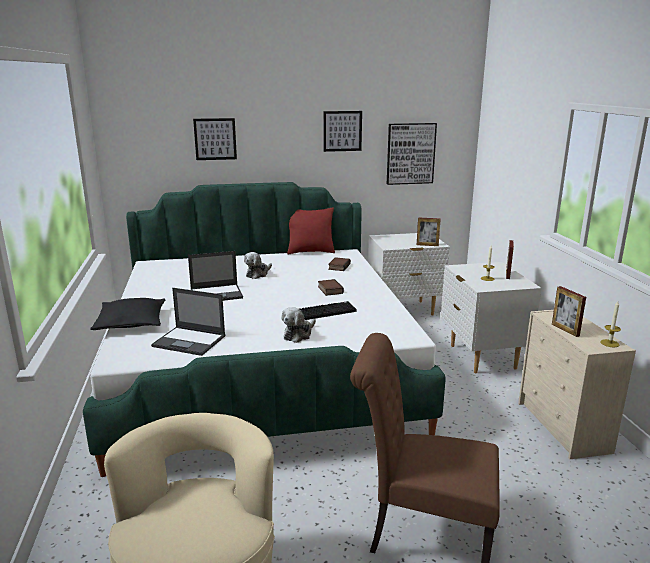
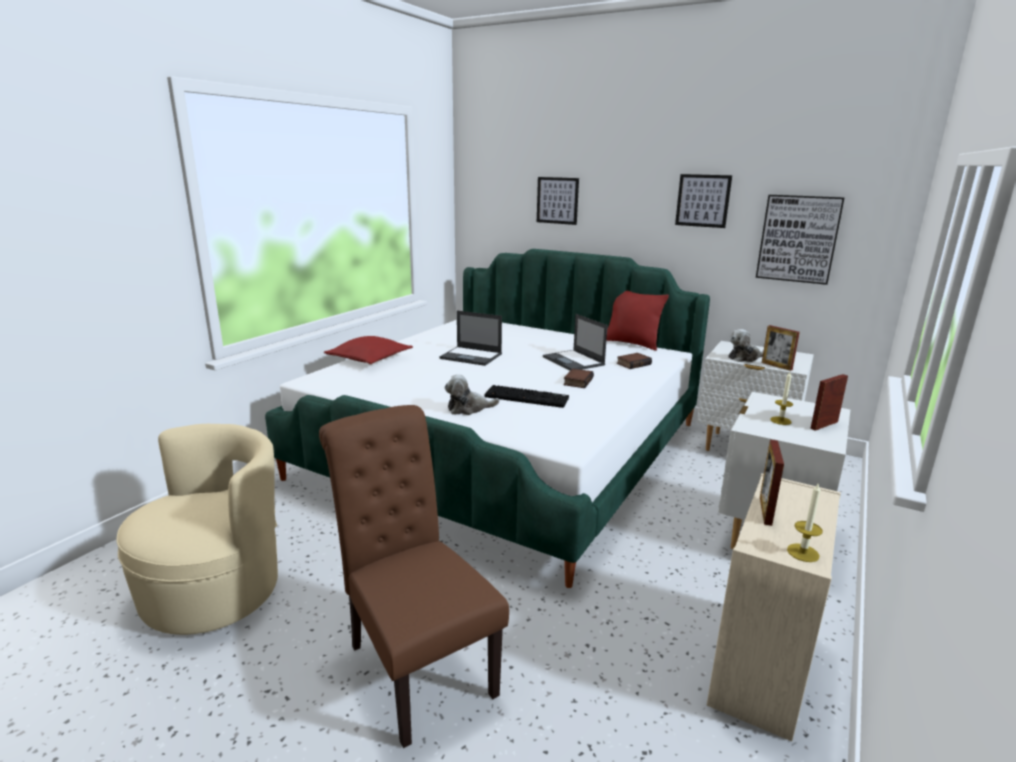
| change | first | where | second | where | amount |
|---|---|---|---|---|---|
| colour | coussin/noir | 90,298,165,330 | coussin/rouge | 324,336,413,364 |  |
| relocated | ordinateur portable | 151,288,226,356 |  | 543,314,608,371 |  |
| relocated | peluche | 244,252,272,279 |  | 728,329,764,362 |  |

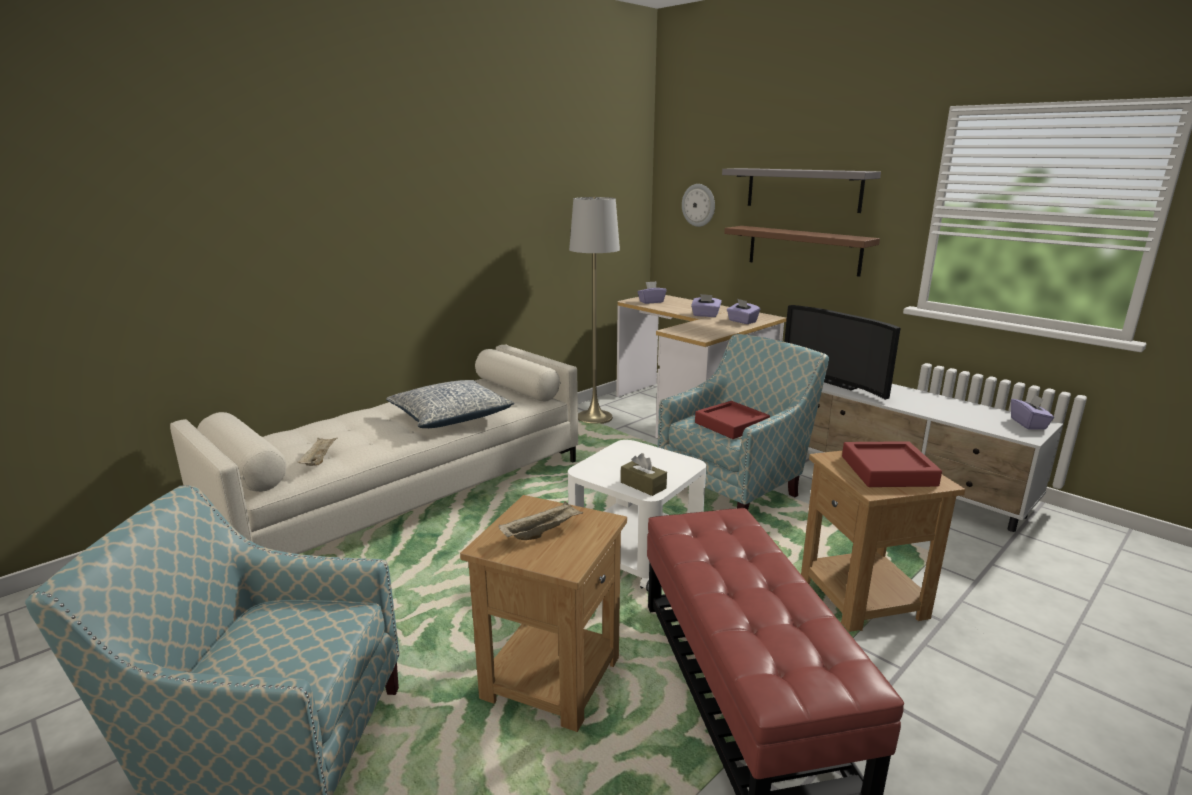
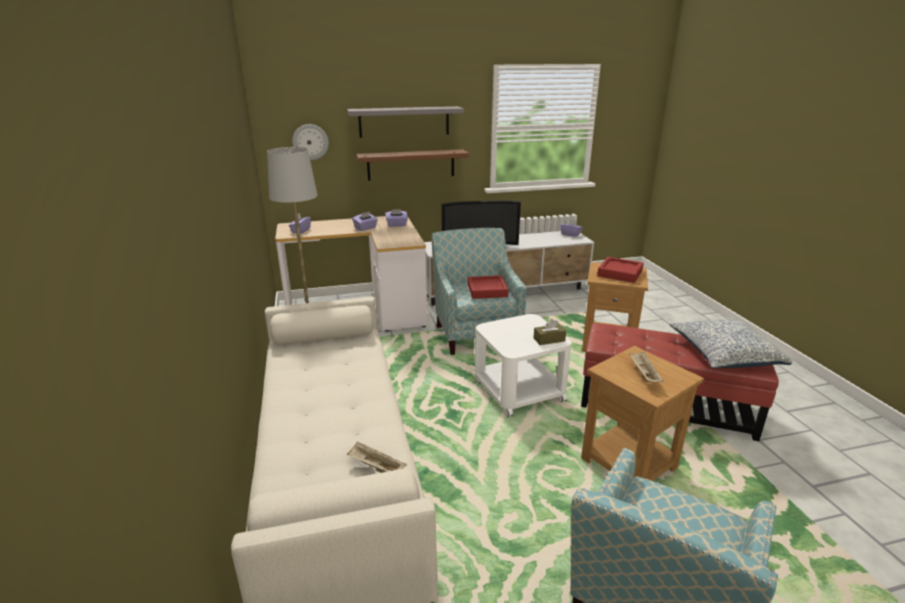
| change | first | where | second | where | amount |
|---|---|---|---|---|---|
| relocated | coussin | 386,380,514,428 |  | 669,319,792,368 |  |

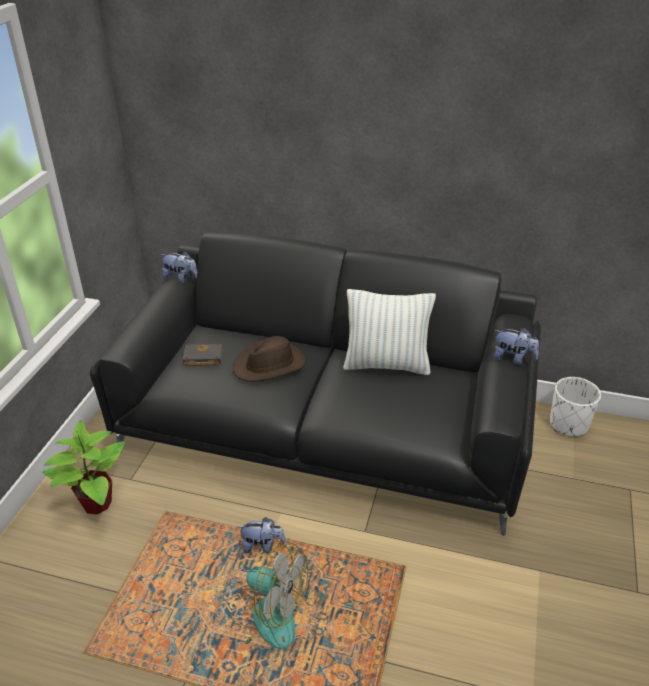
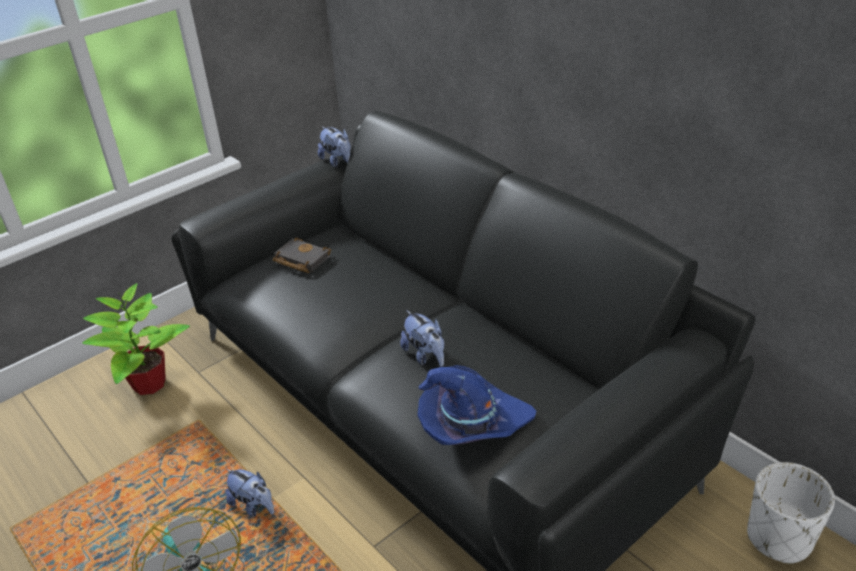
| change | first | where | second | where | amount |
|---|---|---|---|---|---|
| missing | chapeau/marron | 233,336,306,382 |  |  |  |
| missing | coussin | 343,289,436,375 |  |  |  |
| relocated | peluche | 494,328,539,365 |  | 400,310,444,367 |  |
| appeared |  |  | chapeau/bleu | 418,365,536,445 |  |

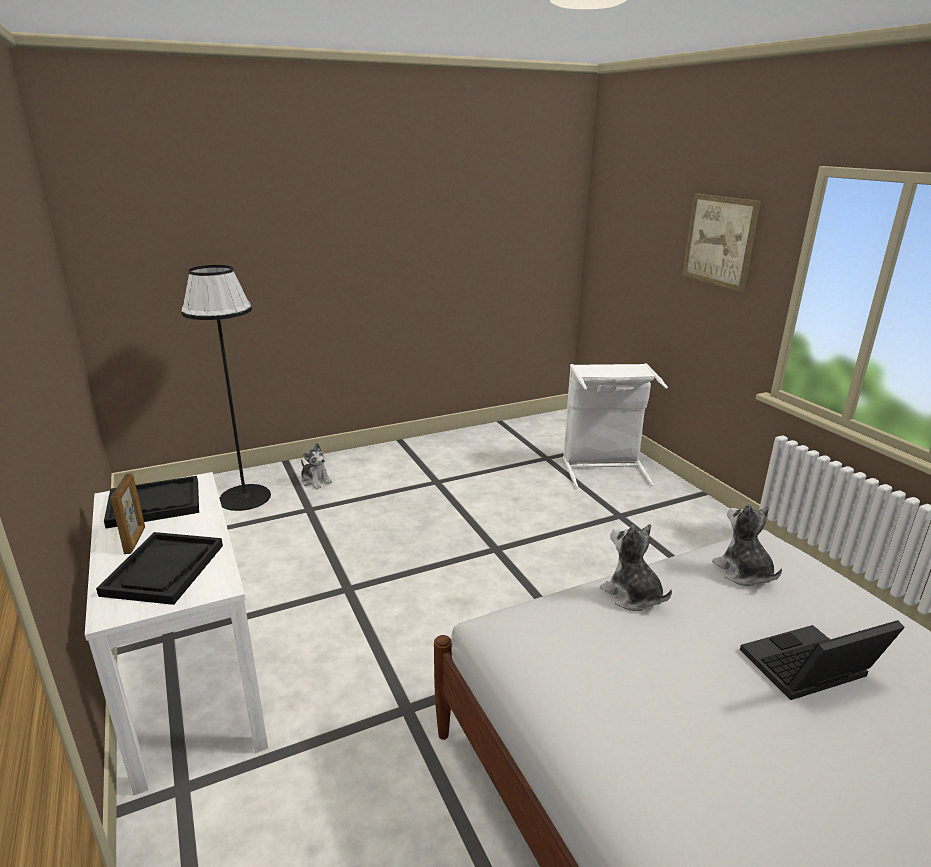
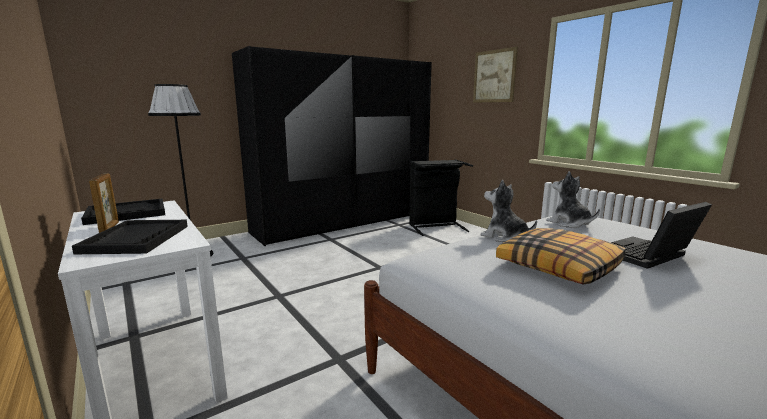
| change | first | where | second | where | amount |
|---|---|---|---|---|---|
| missing | peluche | 301,443,332,489 |  |  |  |
| colour | panier à linge/blanc | 563,363,668,488 | panier à linge/noir | 409,159,473,236 |  |
| appeared |  |  | armoire/noir | 232,46,432,246 |  |
| appeared |  |  | coussin | 496,228,626,284 |  |

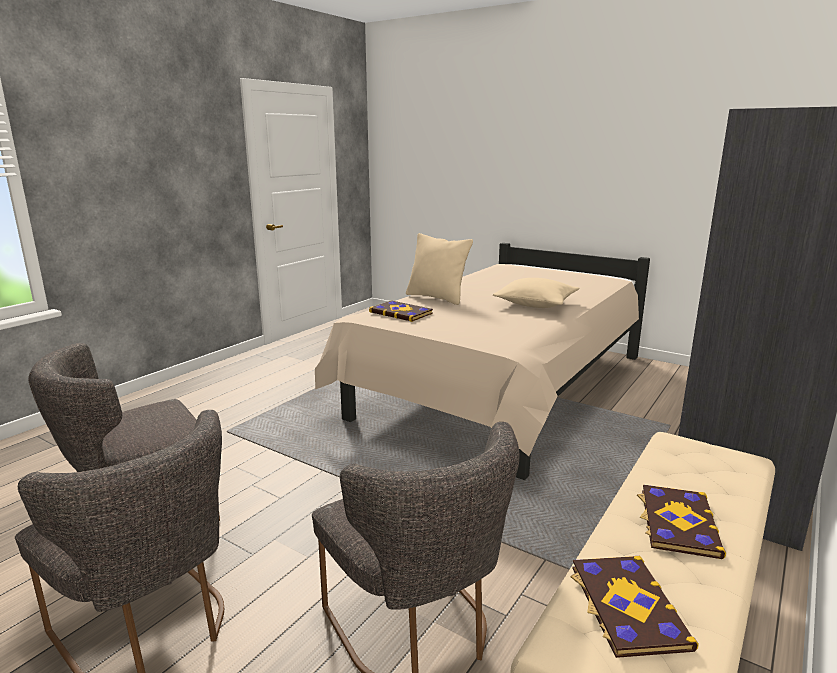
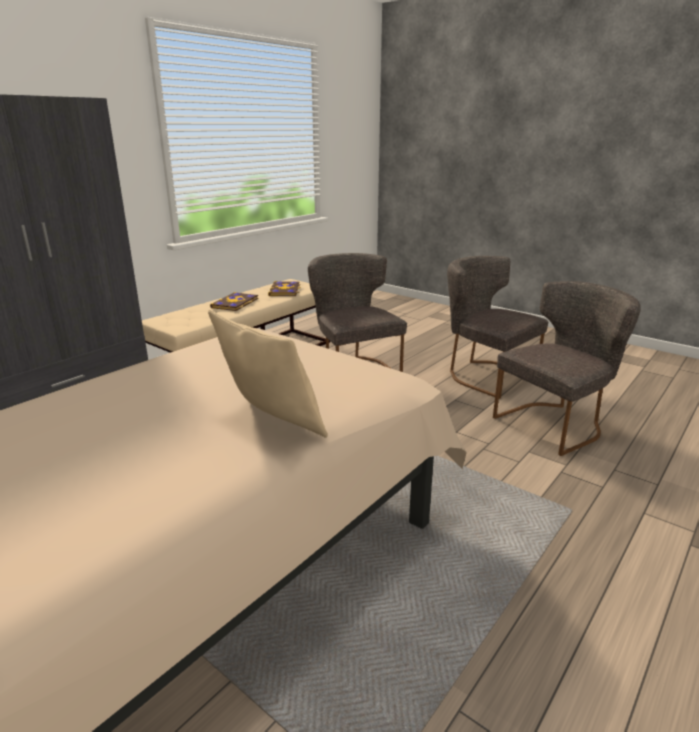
| change | first | where | second | where | amount |
|---|---|---|---|---|---|
| missing | livre | 369,300,433,322 |  |  |  |
| missing | coussin/beige | 493,278,579,308 |  |  |  |

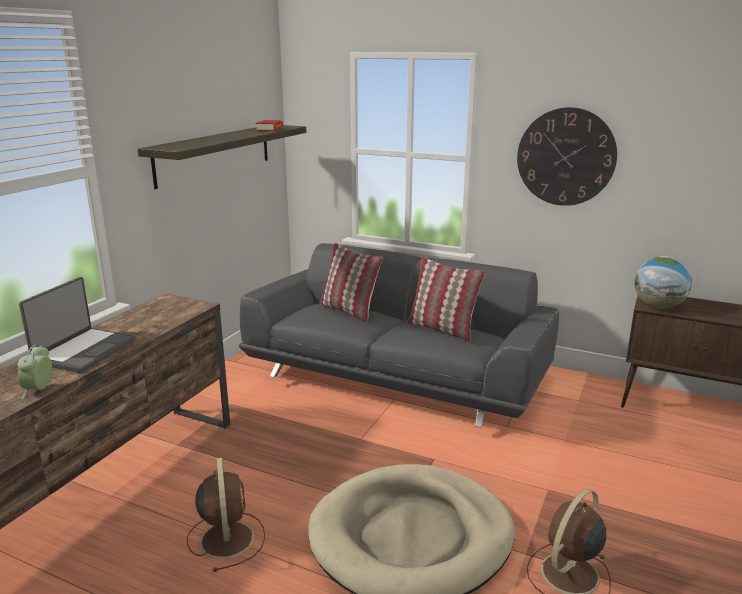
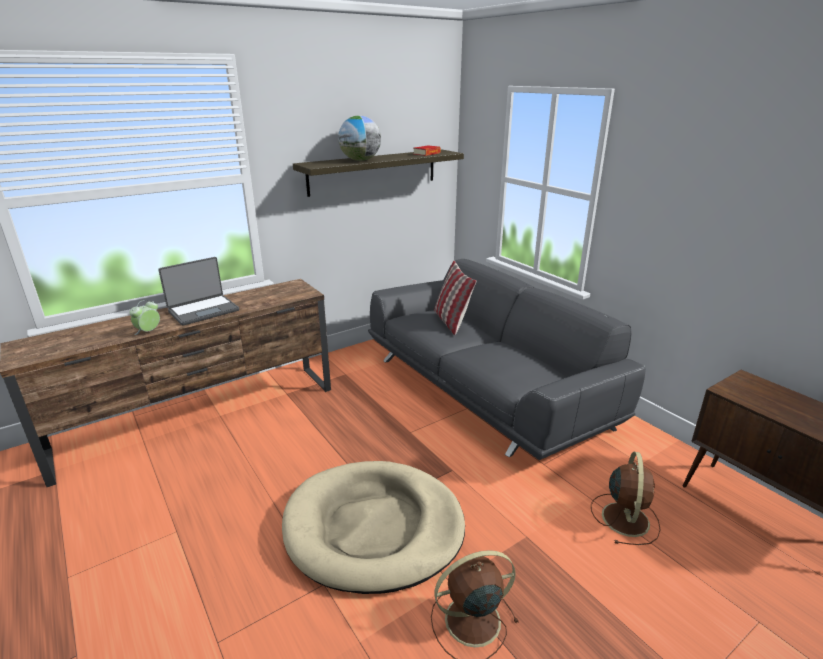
| change | first | where | second | where | amount |
|---|---|---|---|---|---|
| relocated | ventilateur/marron | 187,458,265,572 |  | 591,452,660,545 |  |
| missing | coussin | 407,257,485,341 |  |  |  |
| missing | horloge murale | 517,107,617,206 |  |  |  |
| relocated | globe | 634,256,692,309 |  | 338,116,381,161 |  |

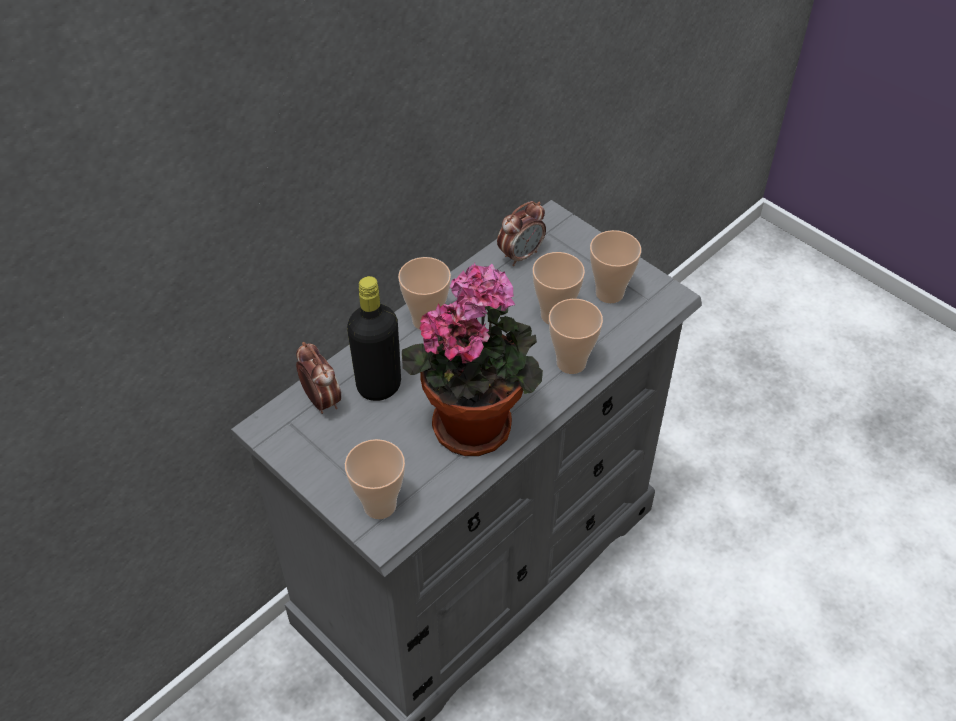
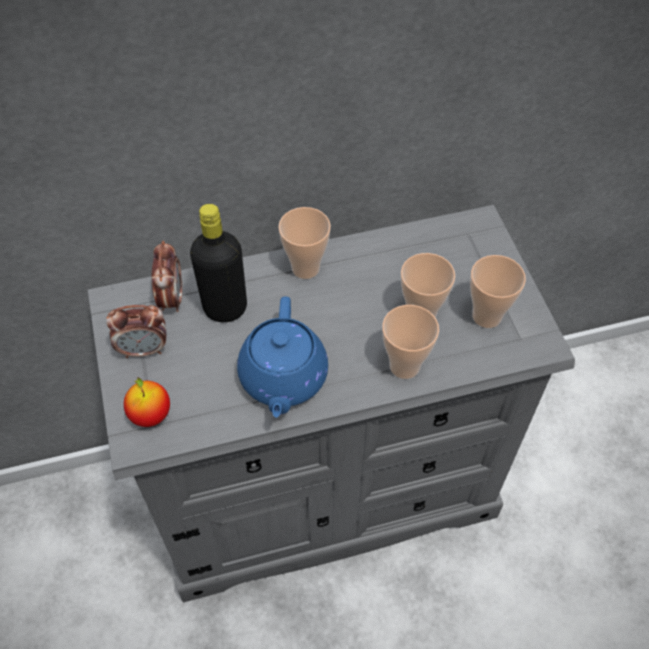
| change | first | where | second | where | amount |
|---|---|---|---|---|---|
| exchanged | tasse | 345,439,405,519 | pomme | 124,378,170,427 |  |
| exchanged | plante en pot | 402,263,543,456 | théière/bleu | 237,296,328,418 |  |
| relocated | réveil | 497,201,546,266 |  | 106,305,167,358 |  |

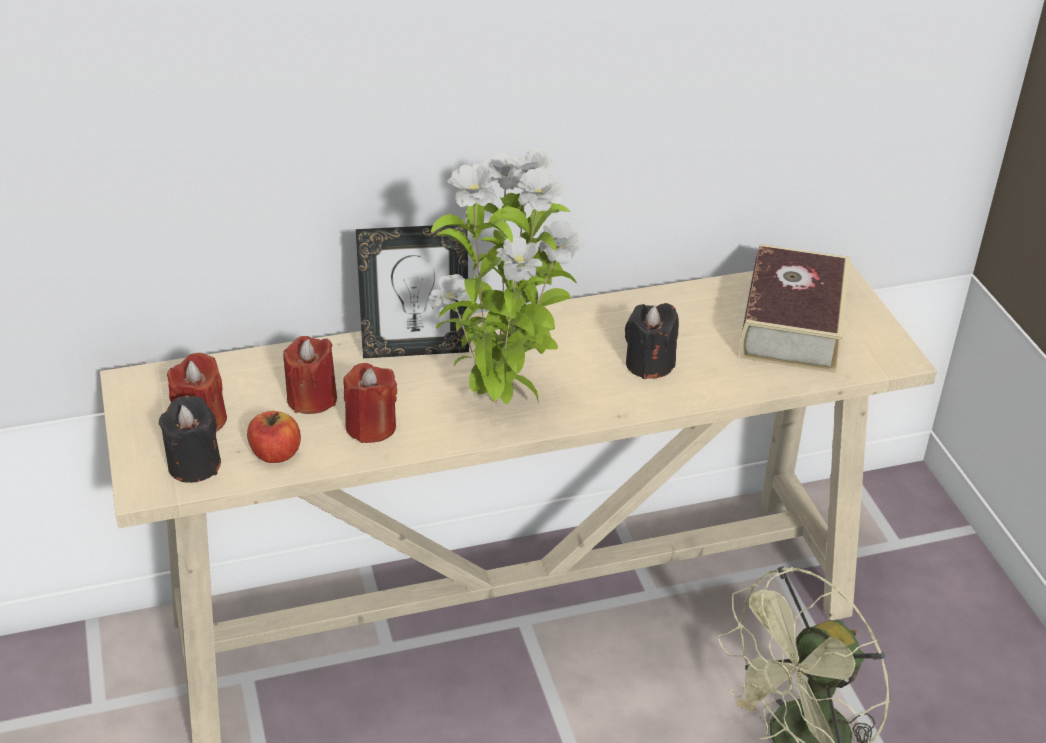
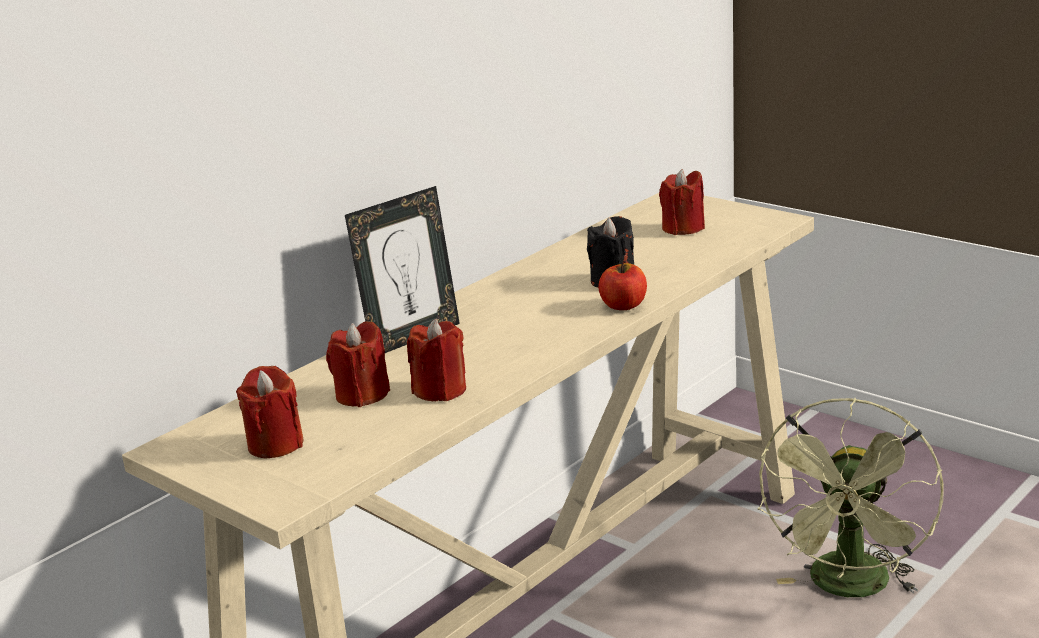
| change | first | where | second | where | amount |
|---|---|---|---|---|---|
| missing | bougie/noir | 159,395,221,483 |  |  |  |
| relocated | pomme | 247,411,301,463 |  | 598,261,647,310 |  |
| missing | plante en pot | 429,148,585,404 |  |  |  |
| exchanged | livre | 740,244,850,373 | bougie/rouge | 659,169,705,235 |  |

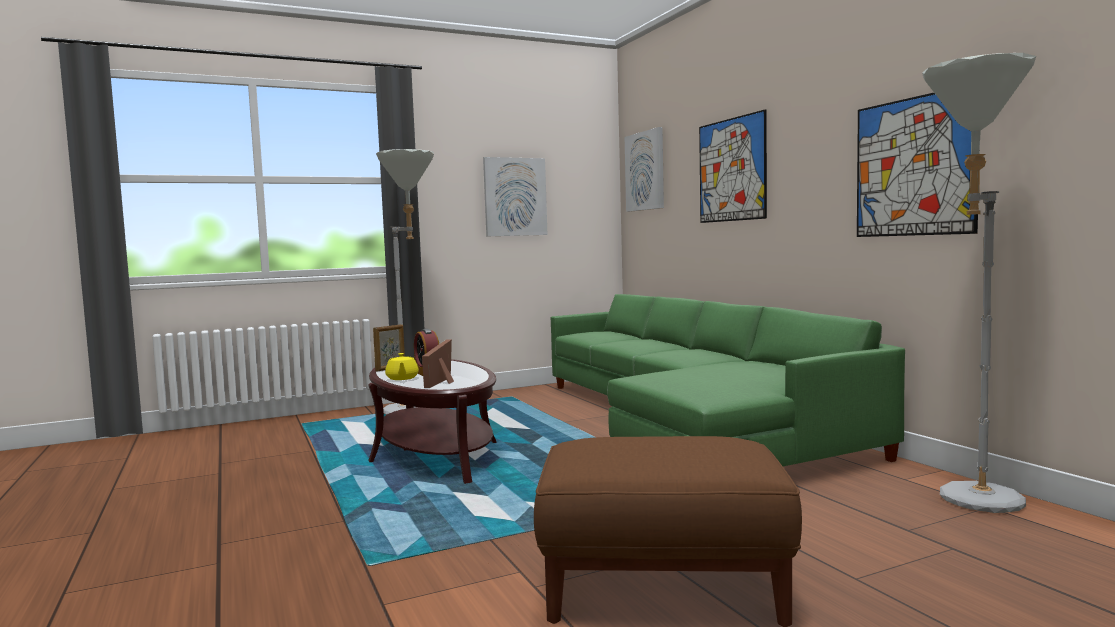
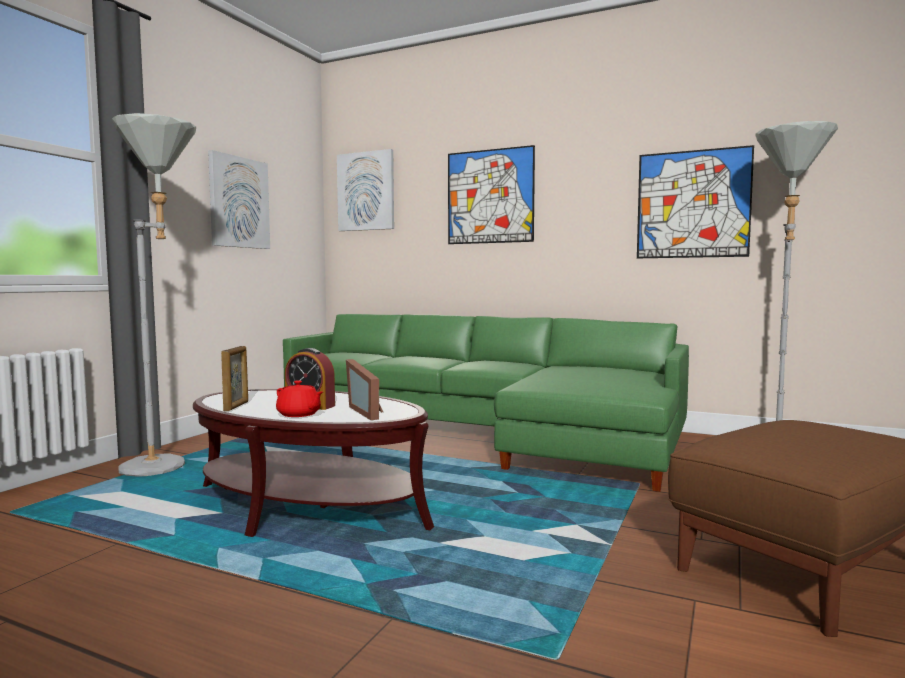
| change | first | where | second | where | amount |
|---|---|---|---|---|---|
| colour | théière/jaune | 385,353,419,380 | théière/rouge | 276,380,323,417 |  |

